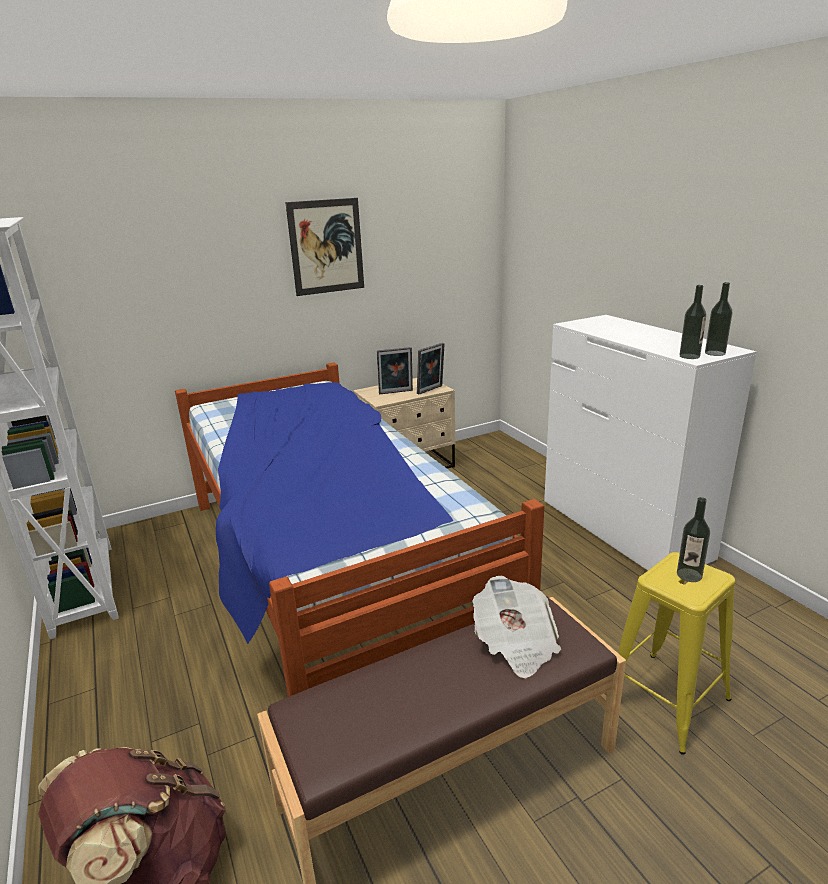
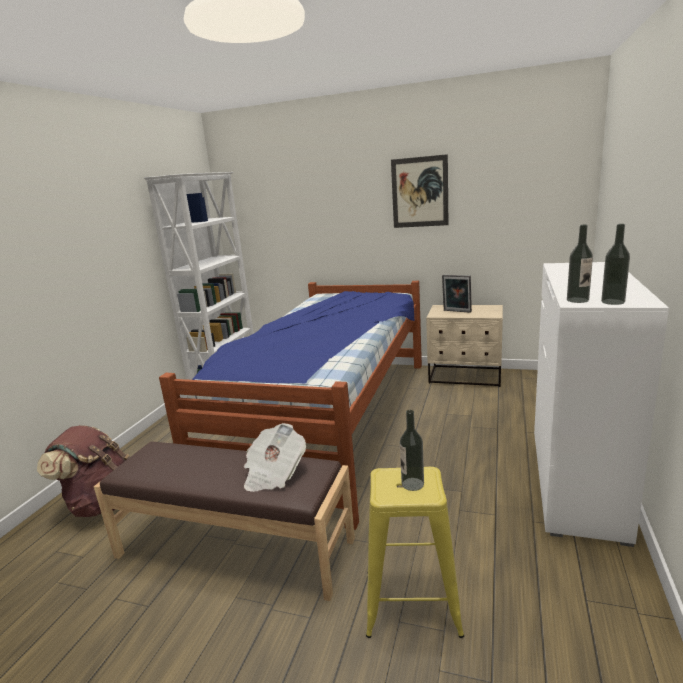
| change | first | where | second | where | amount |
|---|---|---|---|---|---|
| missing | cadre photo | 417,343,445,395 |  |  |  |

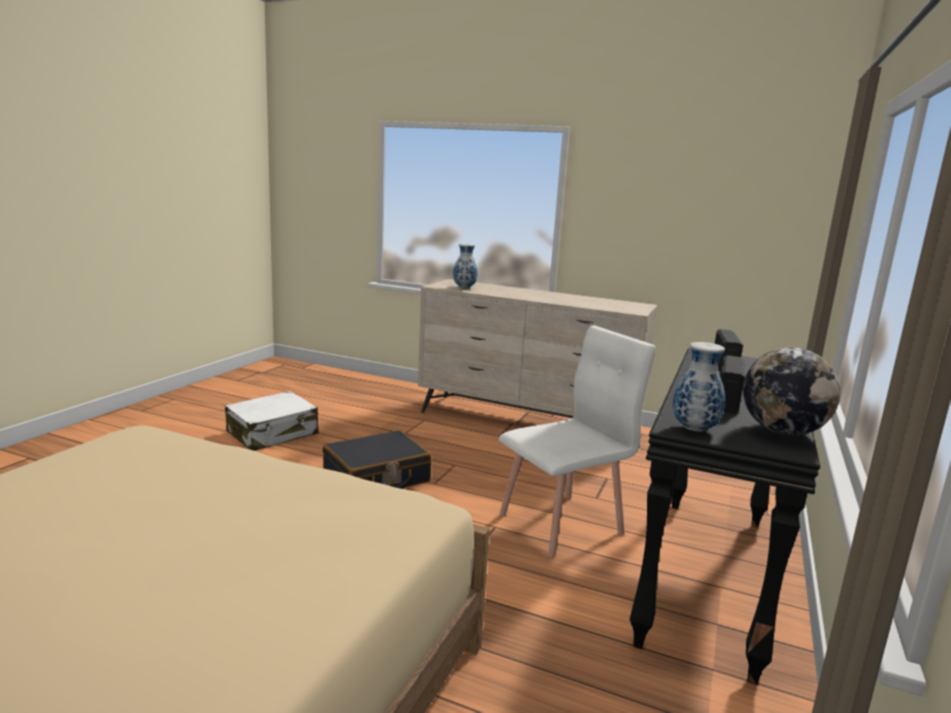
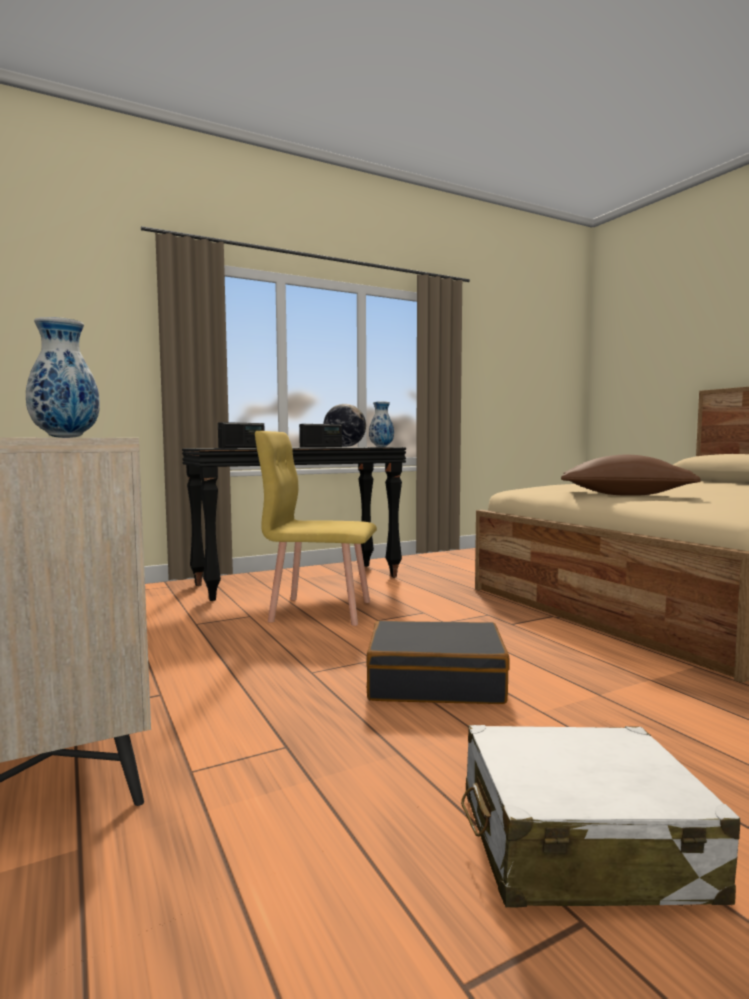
| change | first | where | second | where | amount |
|---|---|---|---|---|---|
| colour | chaise/blanc | 499,325,656,557 | chaise/jaune | 255,431,377,626 |  |
| appeared |  |  | coussin/marron | 561,455,701,496 |  |

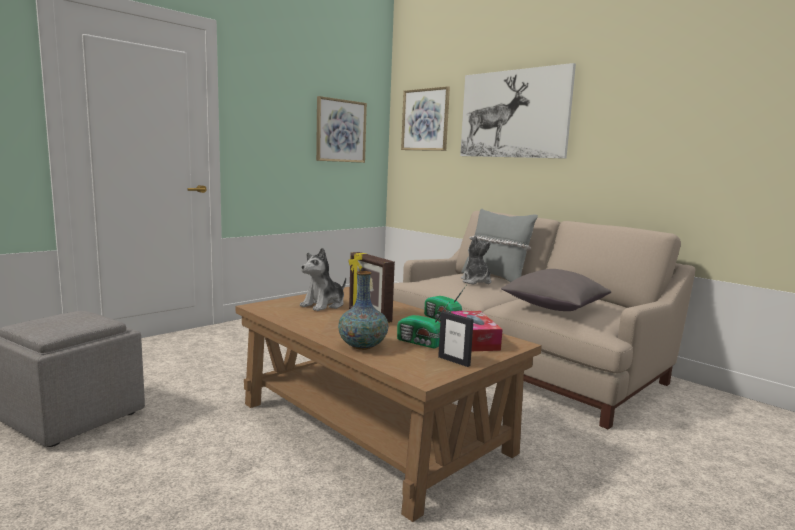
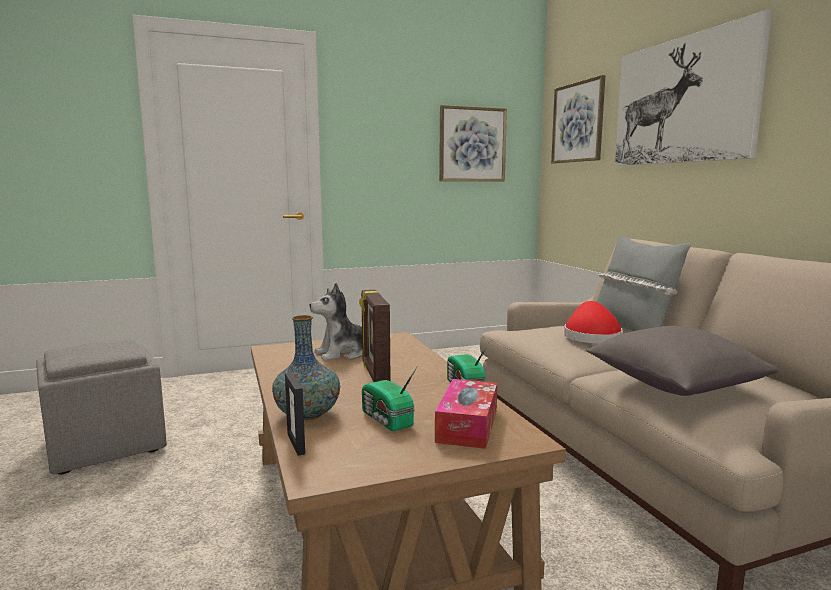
| change | first | where | second | where | amount |
|---|---|---|---|---|---|
| relocated | cadre photo | 438,311,474,367 |  | 285,372,305,456 |  |
| exchanged | peluche | 461,236,491,284 | chapeau/rouge | 564,301,623,344 |  |

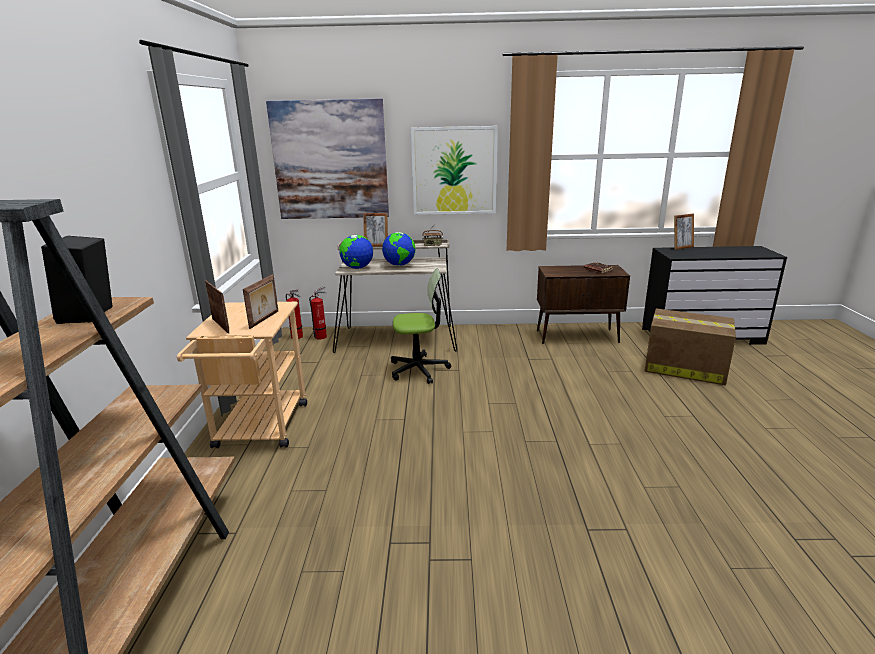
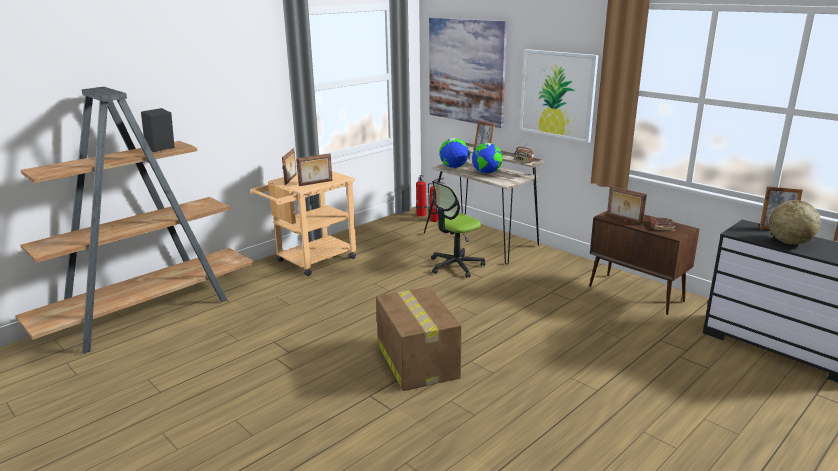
| change | first | where | second | where | amount |
|---|---|---|---|---|---|
| spun | chaise de bureau | 391,268,451,384 |  | 431,181,485,278 | 105 degrees clockwise |
| relocated | carton | 645,308,736,385 |  | 376,287,462,391 |  |
| appeared |  |  | cadre photo | 607,186,647,224 |  |
| appeared |  |  | globe | 769,200,821,245 |  |

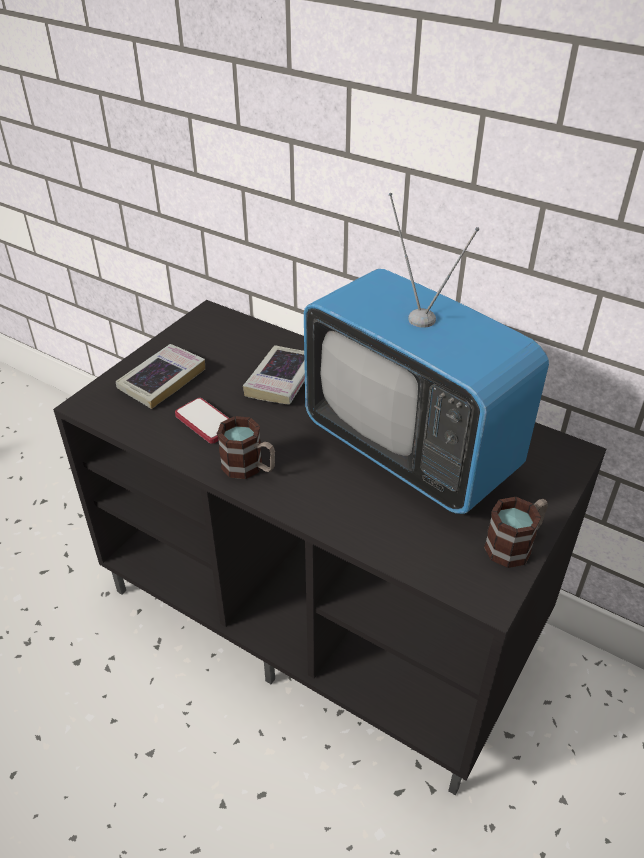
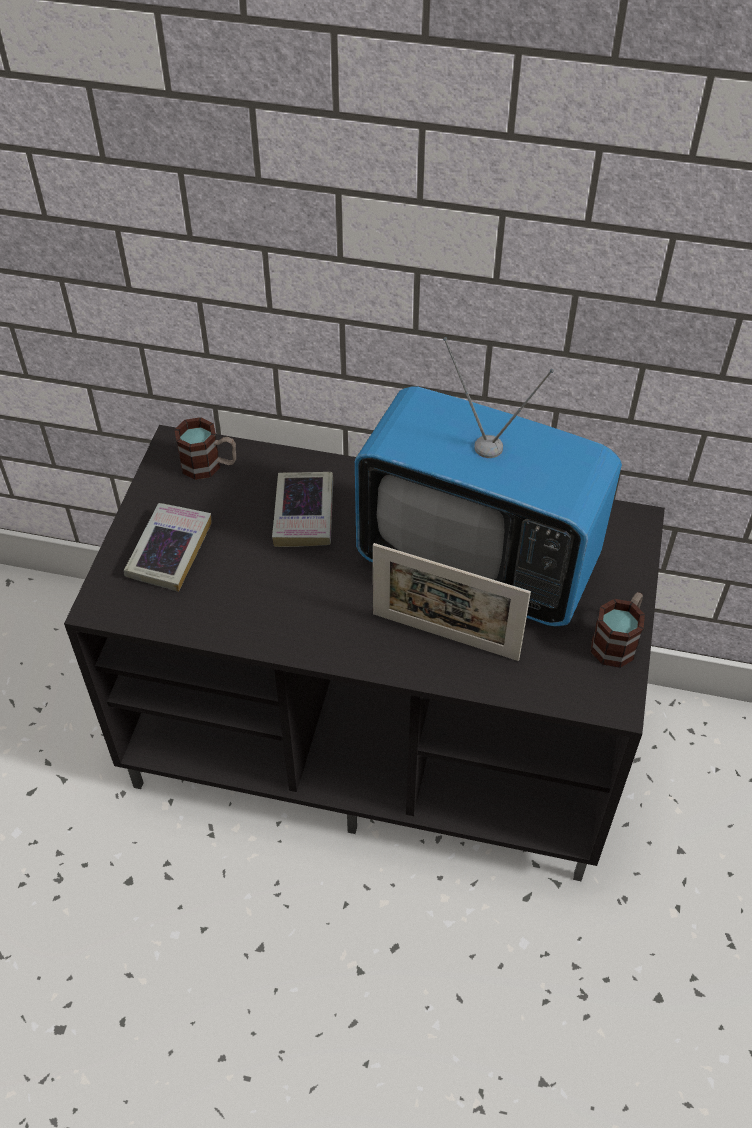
| change | first | where | second | where | amount |
|---|---|---|---|---|---|
| missing | téléphone | 175,398,229,444 |  |  |  |
| relocated | mug | 217,416,275,479 |  | 174,417,236,480 |  |
| appeared |  |  | cadre photo | 373,543,531,661 |  |

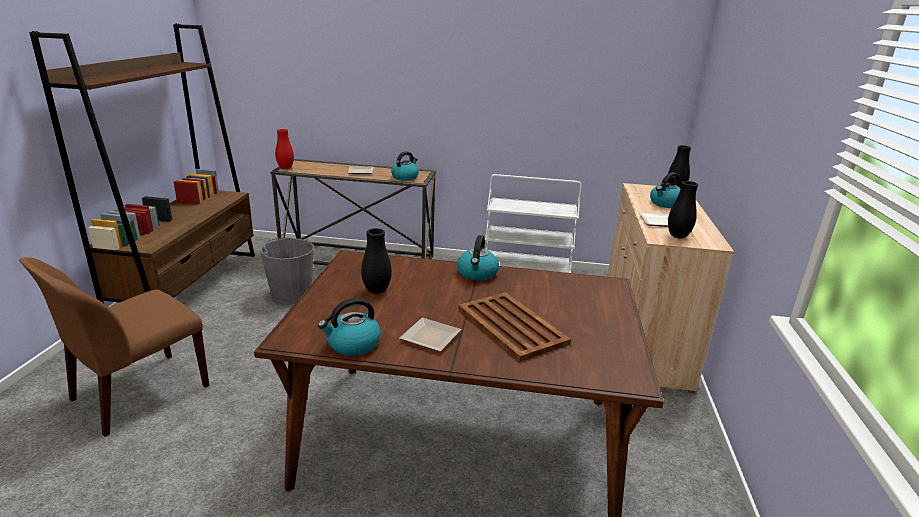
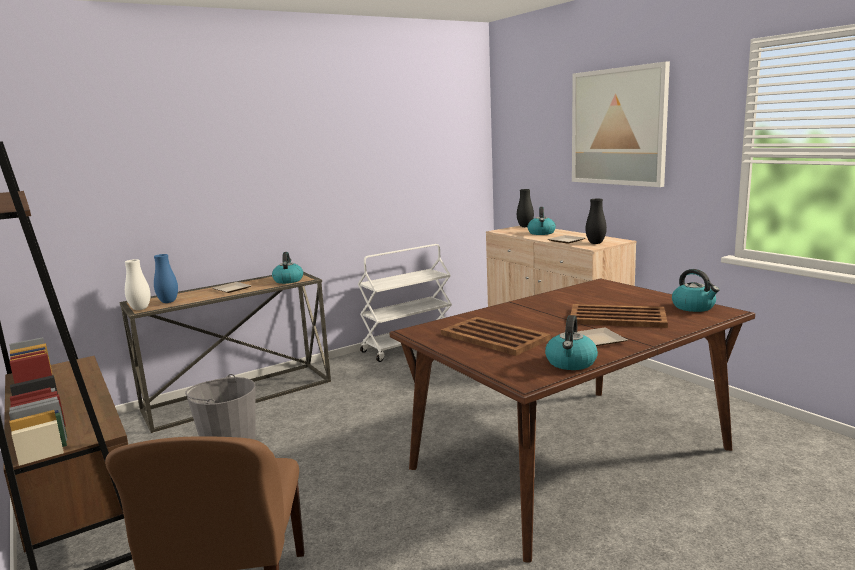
| change | first | where | second | where | amount |
|---|---|---|---|---|---|
| colour | vase/rouge | 275,129,294,169 | vase/blanc | 125,259,150,310 |  |
| exchanged | vase/noir | 361,228,392,294 | plateau/marron | 441,317,551,356 |  |
| relocated | bouilloire | 457,235,499,281 |  | 672,269,719,312 |  |
| appeared |  |  | vase/bleu | 154,254,178,303 |  |
| appeared |  |  | tableau | 572,62,670,187 |  |

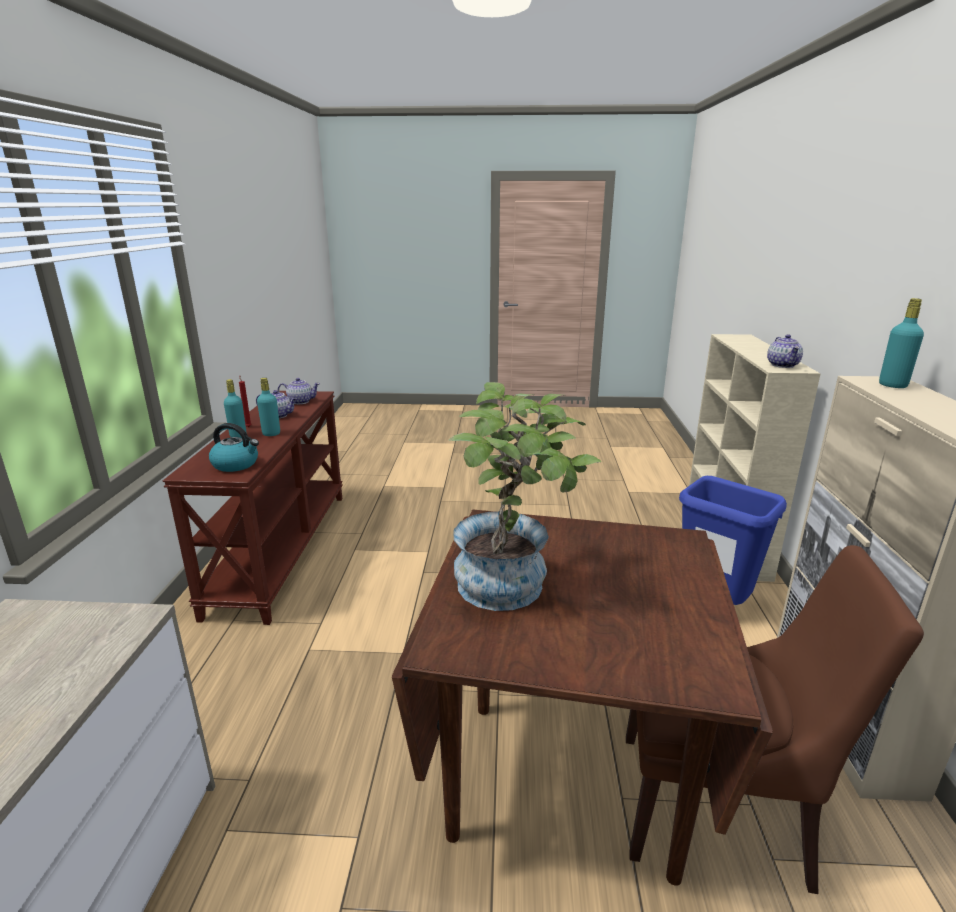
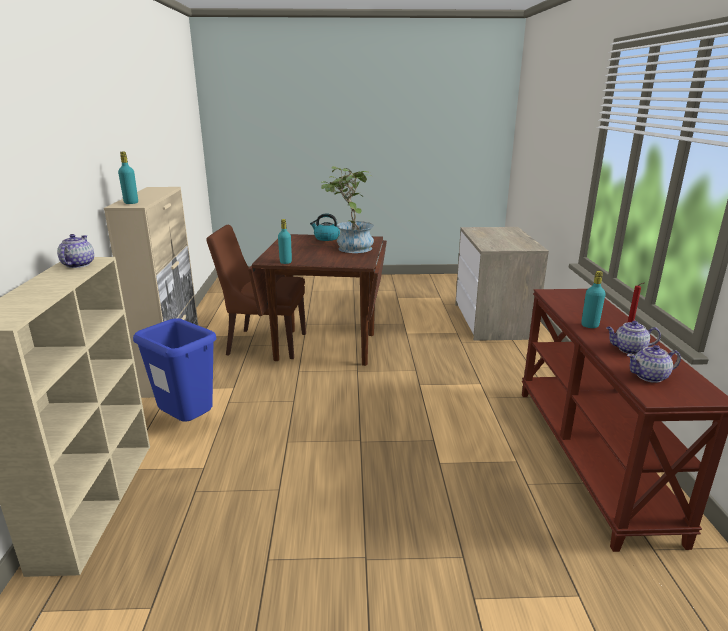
| change | first | where | second | where | amount |
|---|---|---|---|---|---|
| relocated | bouilloire | 209,423,259,472 |  | 310,213,340,241 |  |
| relocated | bouteille/turquoise | 224,379,246,438 |  | 278,219,292,264 |  |

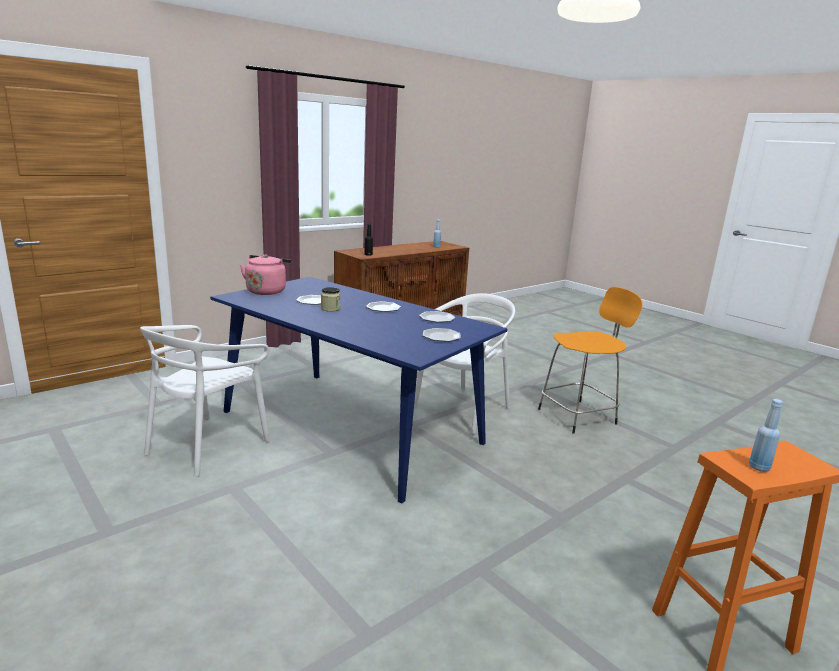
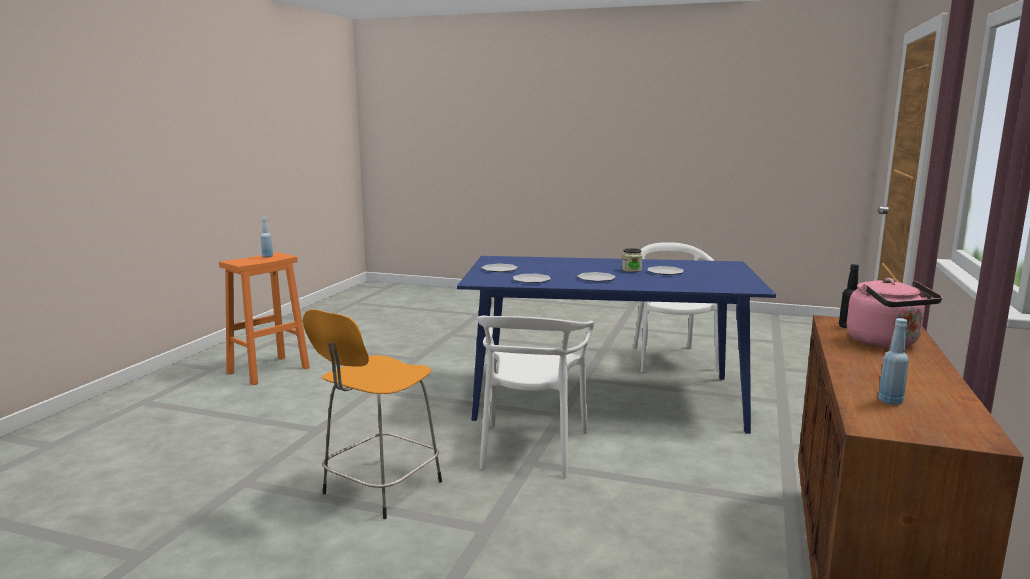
| change | first | where | second | where | amount |
|---|---|---|---|---|---|
| relocated | bouilloire/rose | 240,254,291,295 |  | 847,278,942,348 |  |

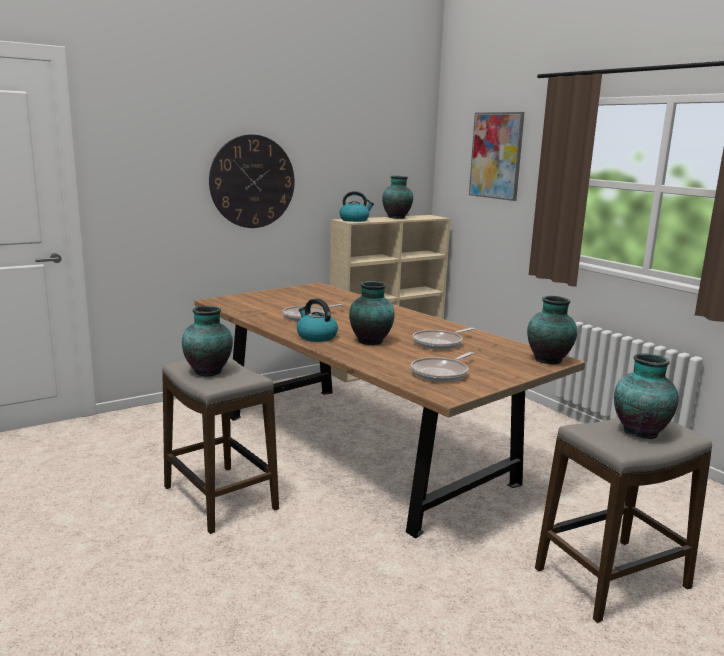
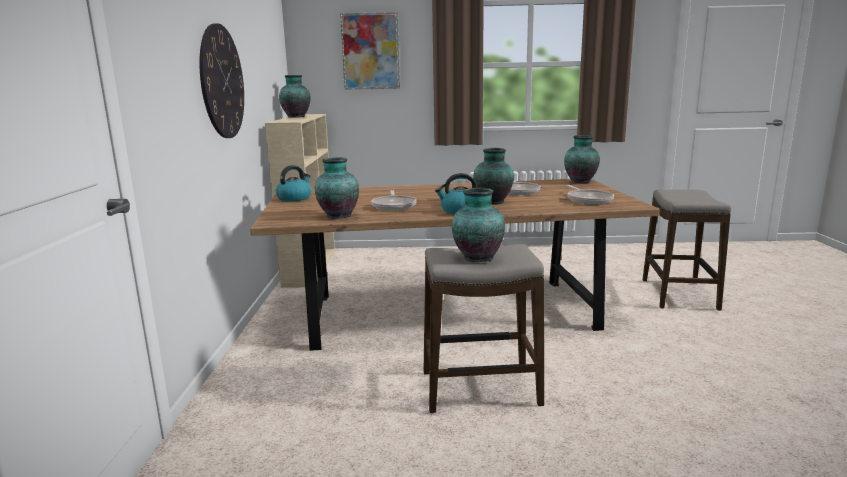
| change | first | where | second | where | amount |
|---|---|---|---|---|---|
| relocated | bouilloire | 339,191,374,222 |  | 276,165,311,202 |  |
| relocated | vase | 614,353,679,439 |  | 315,157,359,219 |  |

